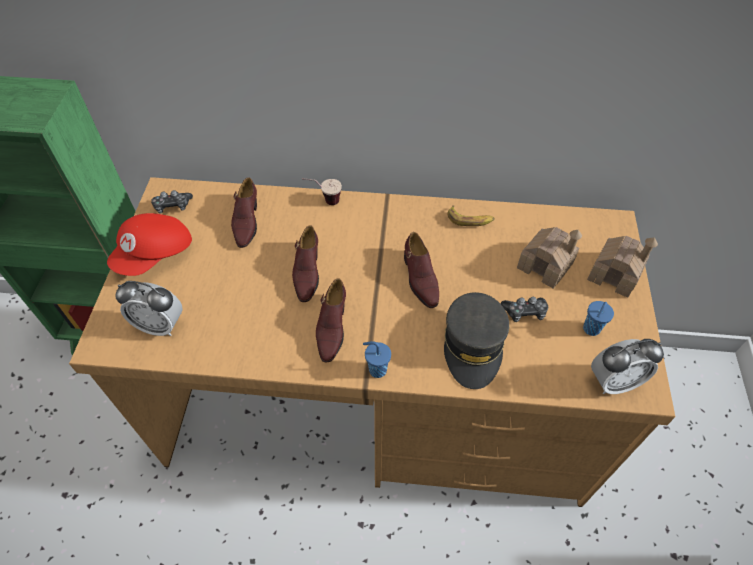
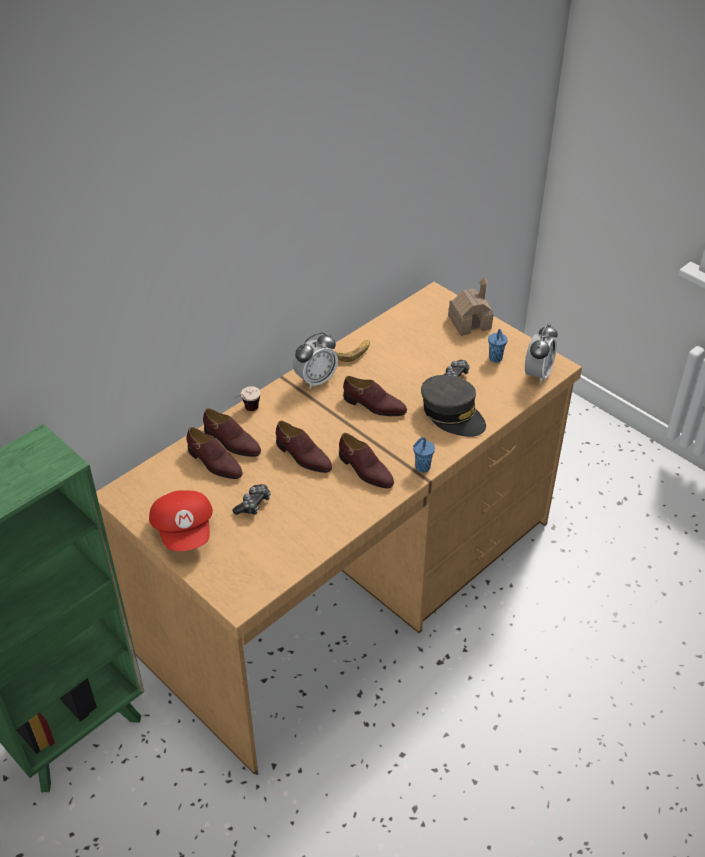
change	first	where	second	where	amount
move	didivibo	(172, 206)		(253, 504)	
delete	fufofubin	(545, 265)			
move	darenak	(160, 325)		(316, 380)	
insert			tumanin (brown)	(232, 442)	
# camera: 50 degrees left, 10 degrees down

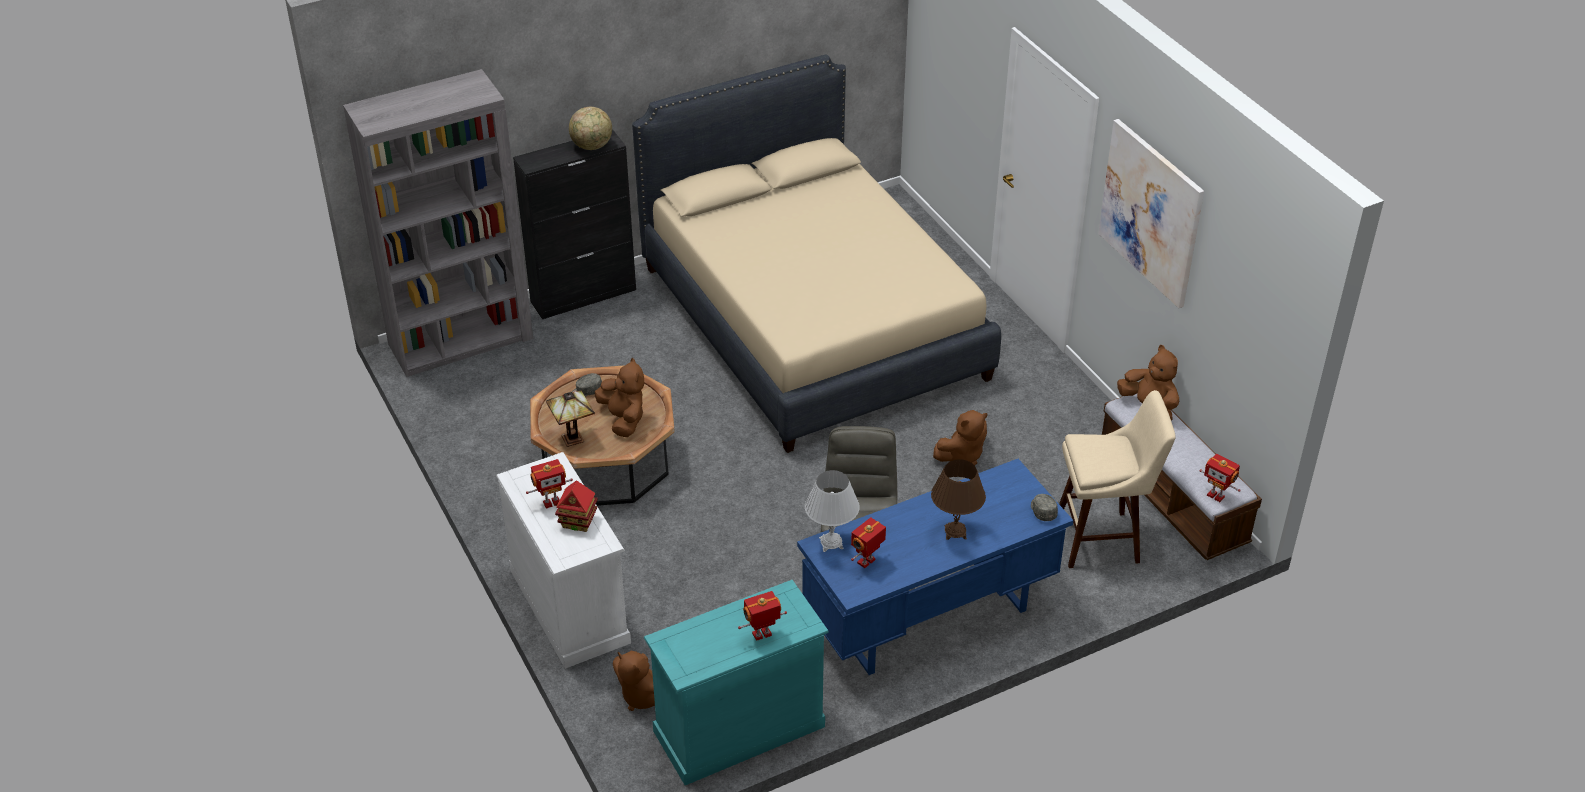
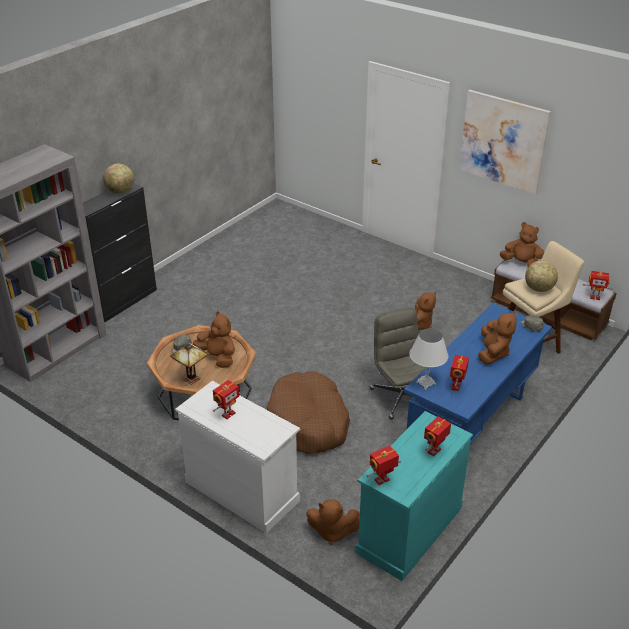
change	first	where	second	where	amount
delete	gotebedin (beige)	(813, 321)			
replace	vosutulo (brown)	(955, 532)	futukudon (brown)	(493, 353)	
delete	fufofubin	(578, 522)			
insert			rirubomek	(539, 289)	
insert			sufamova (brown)	(308, 422)	
insert			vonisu	(382, 480)	
# camera: 25 degrees left, 5 degrees down

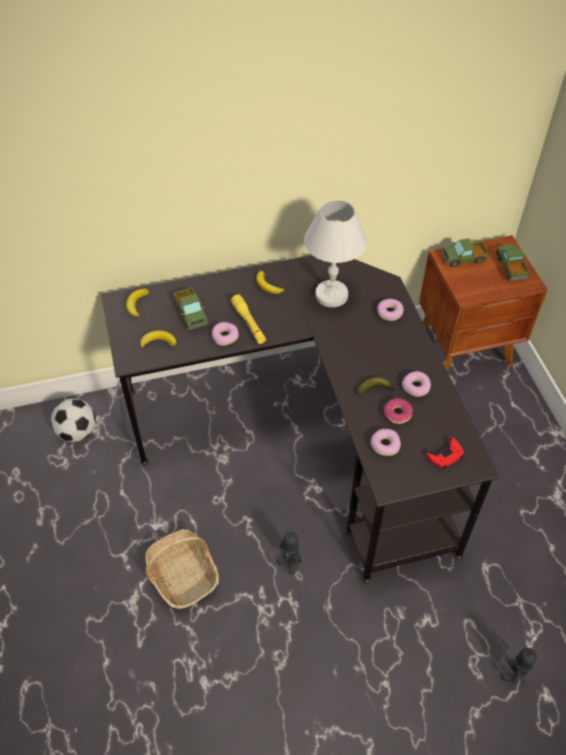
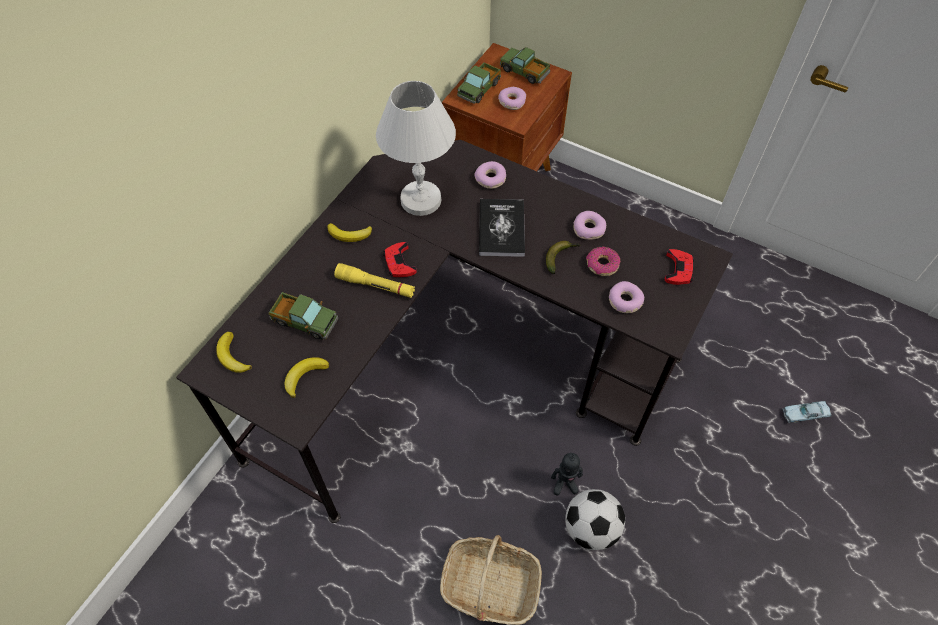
change	first	where	second	where	amount
move	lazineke	(225, 336)		(512, 102)	
move	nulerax	(77, 432)		(591, 528)	
replace	vonisu	(514, 674)	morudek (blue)	(805, 414)	
insert			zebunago	(501, 228)	
insert			didivibo (red)	(399, 263)	
# camera: 45 degrees left, 5 degrees up

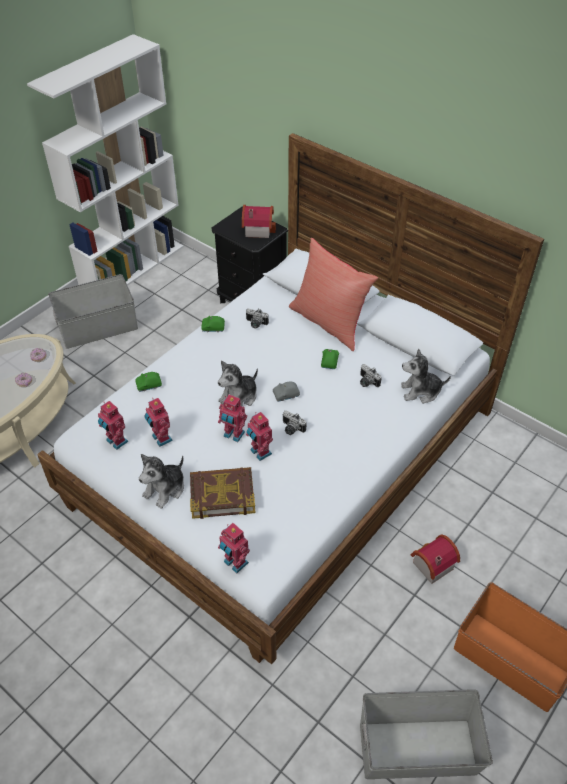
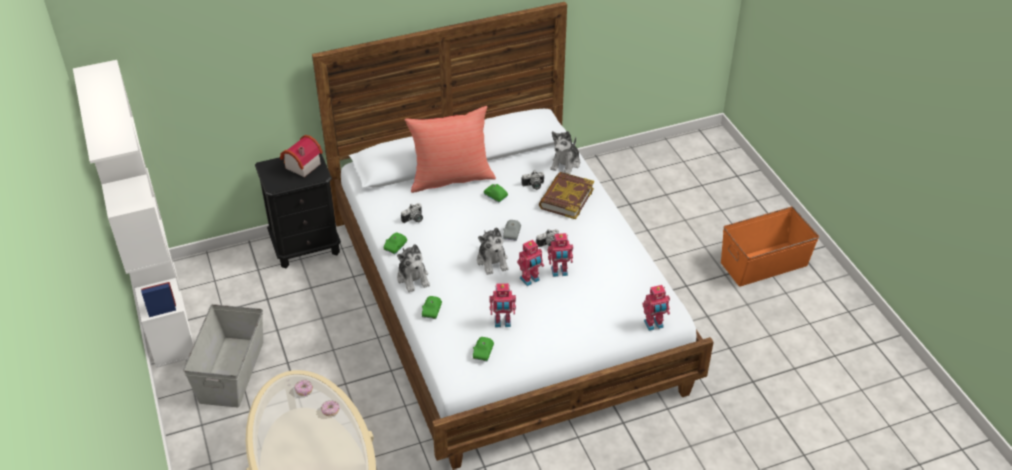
change	first	where	second	where	amount
replace	vonisu	(116, 442)	morudek (green)	(483, 352)	
move	futukudon	(165, 489)		(413, 278)	
move	zebunago	(222, 494)		(566, 198)	
delete	fufofubin	(430, 564)			
delete	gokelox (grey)	(418, 750)			
# camera: 60 degrees left, 5 degrees down

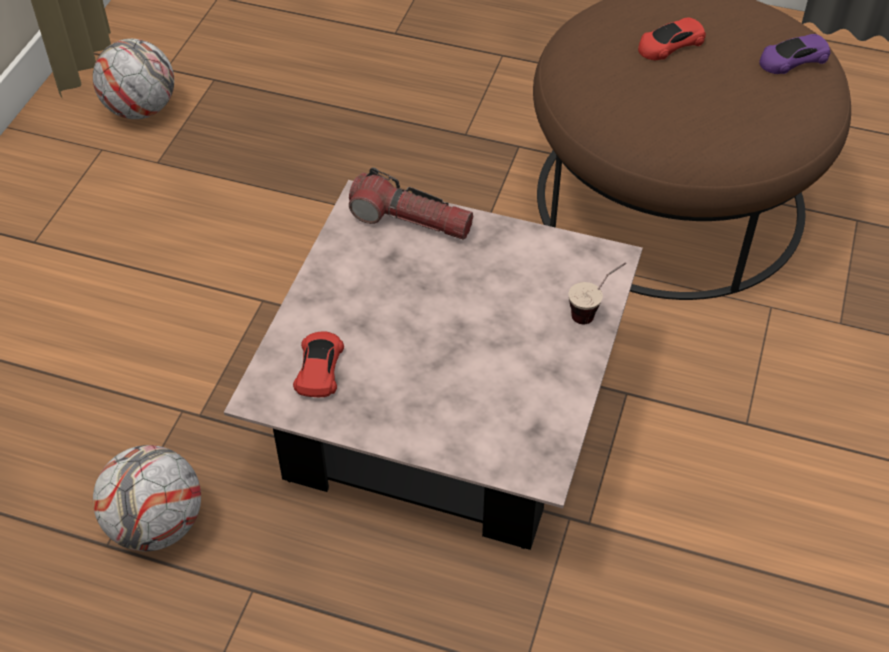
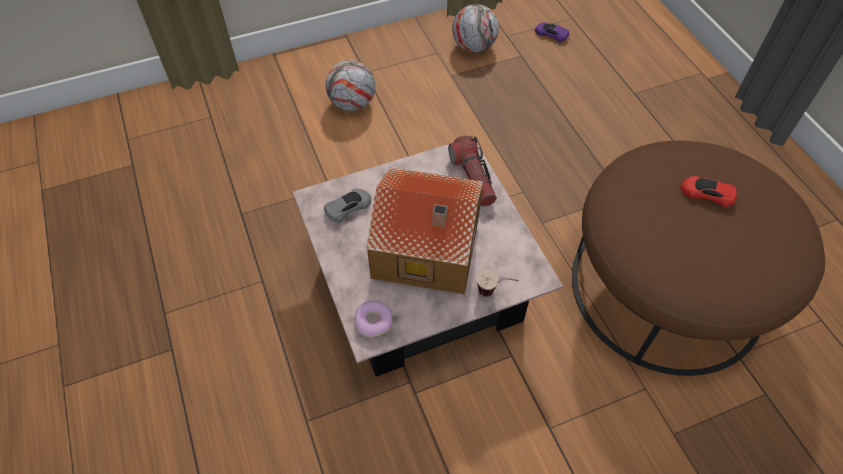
change	first	where	second	where	amount
move	morudek (purple)	(792, 59)		(551, 34)	
recolor	morudek (red)	(319, 367)	morudek (grey)	(348, 207)	
move	nulerax	(156, 525)		(352, 103)	
insert			fufofubin	(427, 249)	
insert			lazineke	(373, 321)	
# camera: 50 degrees right, 5 degrees up

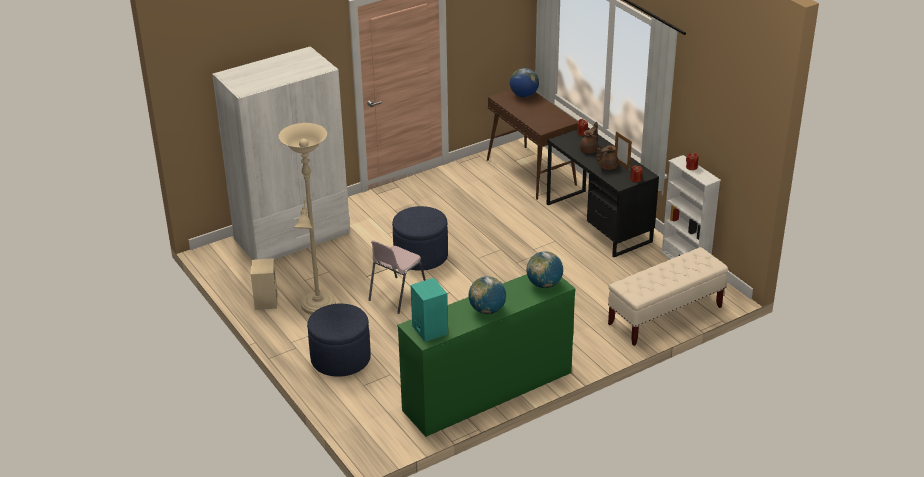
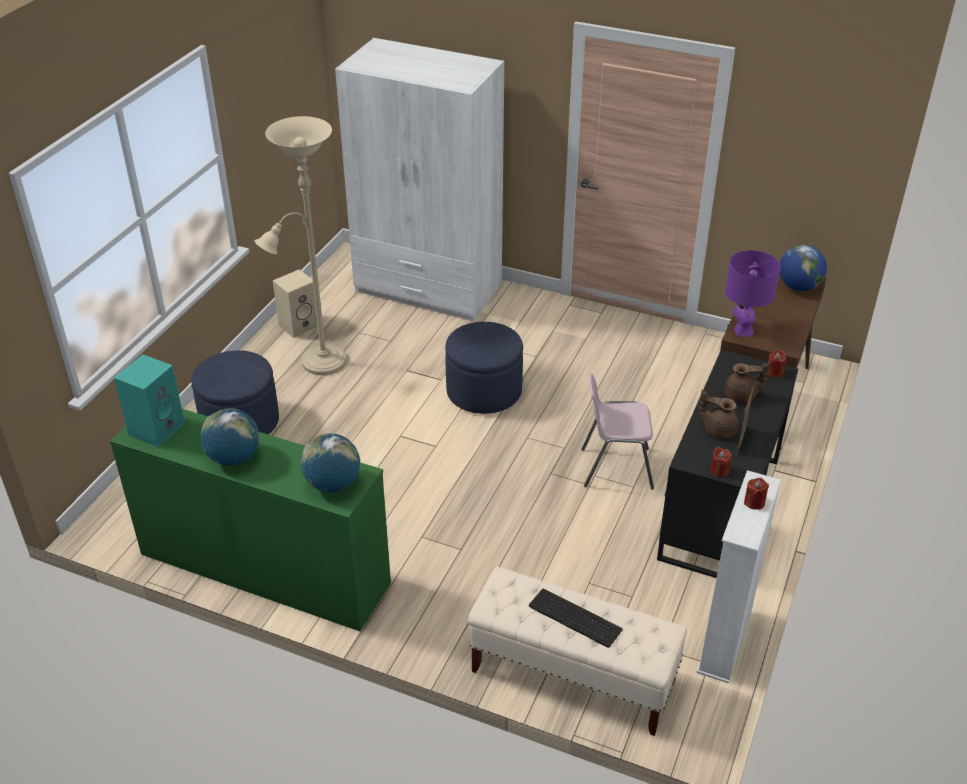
change	first	where	second	where	amount
move	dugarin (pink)	(397, 295)		(615, 468)	
insert			vosutulo (purple)	(743, 330)	
insert			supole	(573, 618)	
# camera: 55 degrees right, 5 degrees up

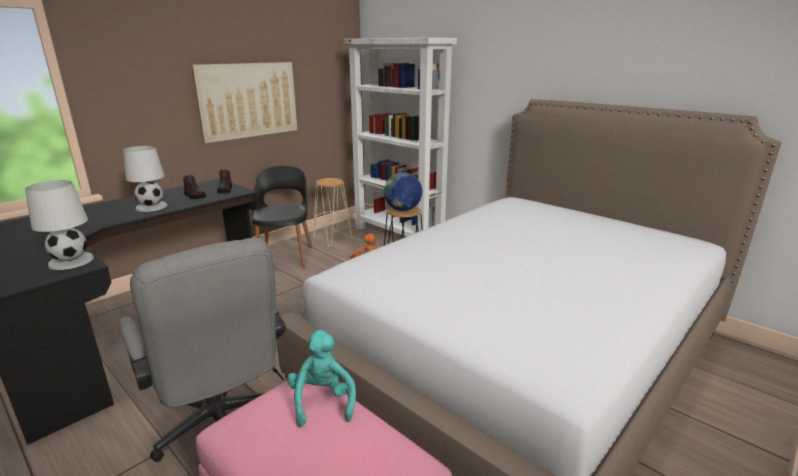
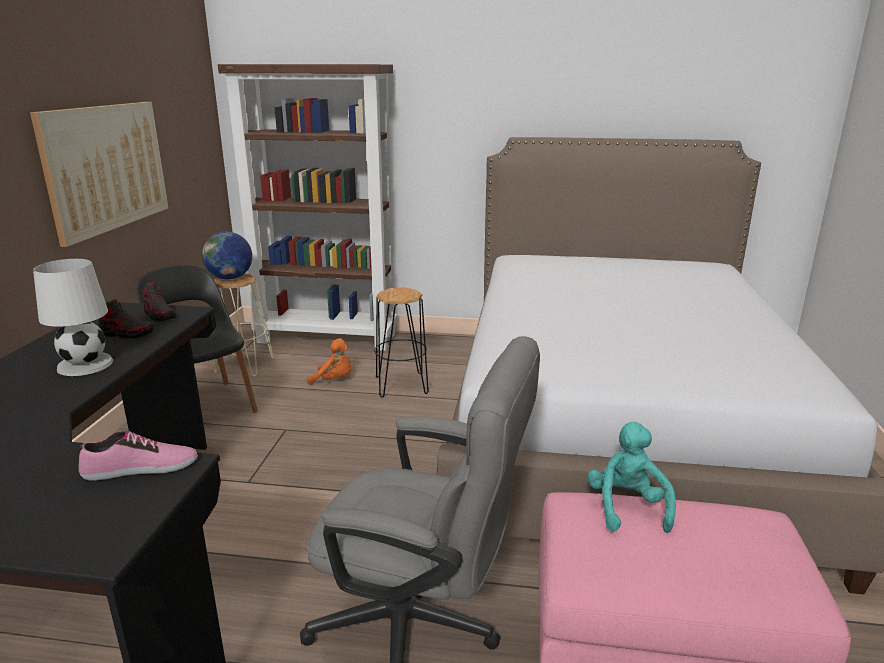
change	first	where	second	where	amount
recolor	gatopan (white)	(399, 235)	gatopan (brown)	(328, 337)	
move	rirubomek	(403, 209)		(230, 278)	
replace	vosutulo (white)	(71, 261)	tumanin	(140, 469)	
rotate	futukudon (turquoise)	(322, 401)		(627, 507)	45 degrees clockwise
# camera: 35 degrees left, 0 degrees up

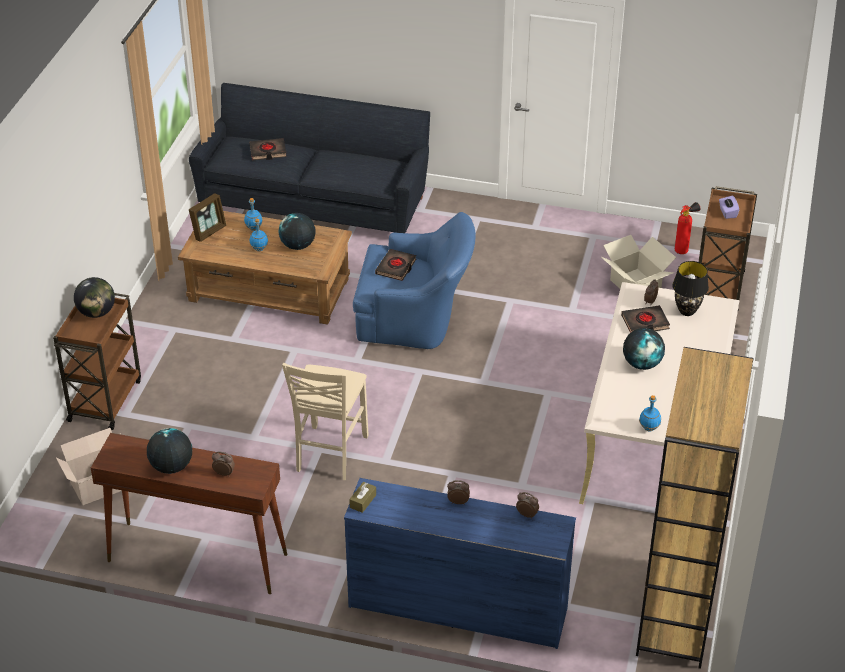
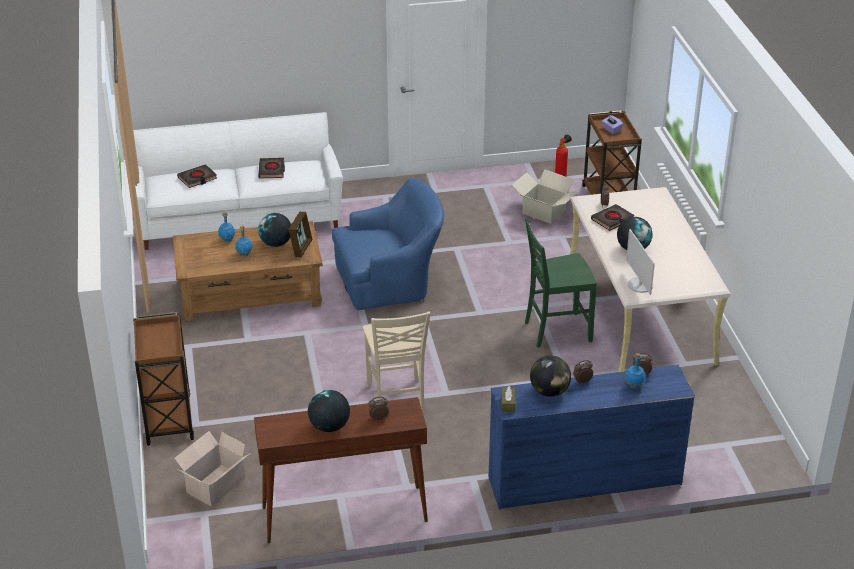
change	first	where	second	where	amount
recolor	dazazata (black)	(315, 201)	dazazata (white)	(239, 217)	
move	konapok	(209, 232)		(301, 248)	
move	zebunago (black)	(396, 267)		(271, 170)	
delete	vosutulo (black)	(687, 311)			
move	rirubomek	(96, 313)		(549, 391)	
delete	gatopan (brown)	(677, 614)			
move	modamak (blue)	(649, 428)		(634, 386)	
insert			dugarin (green)	(556, 331)	
insert			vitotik	(640, 285)	
# camera: 25 degrees left, 5 degrees down

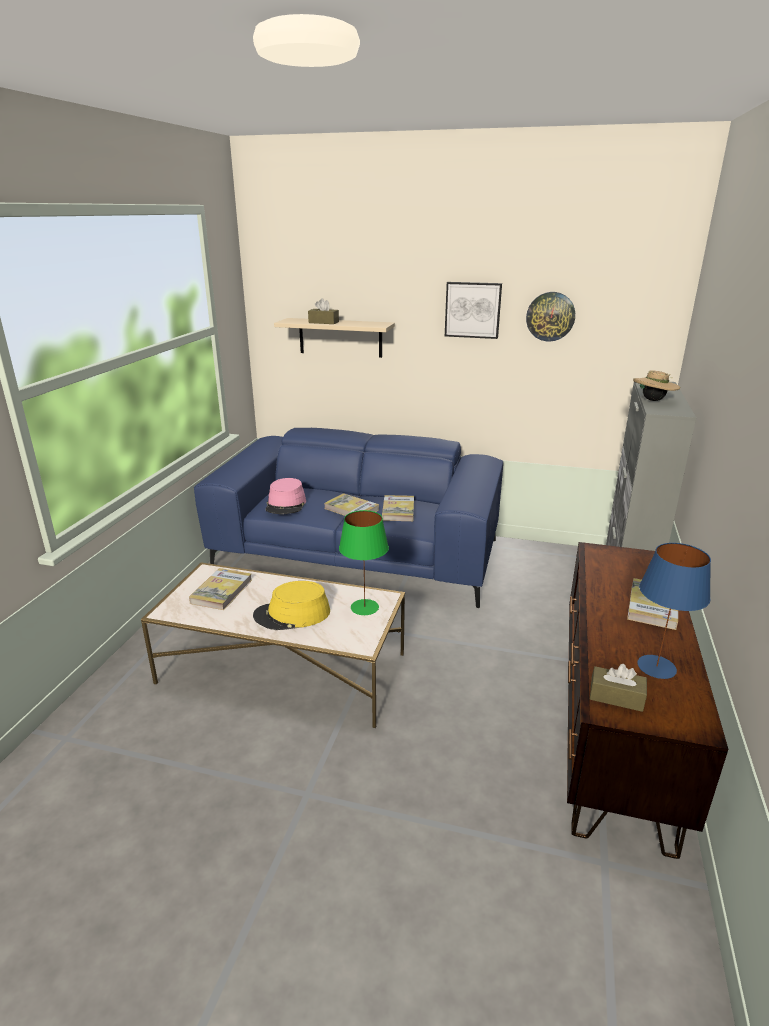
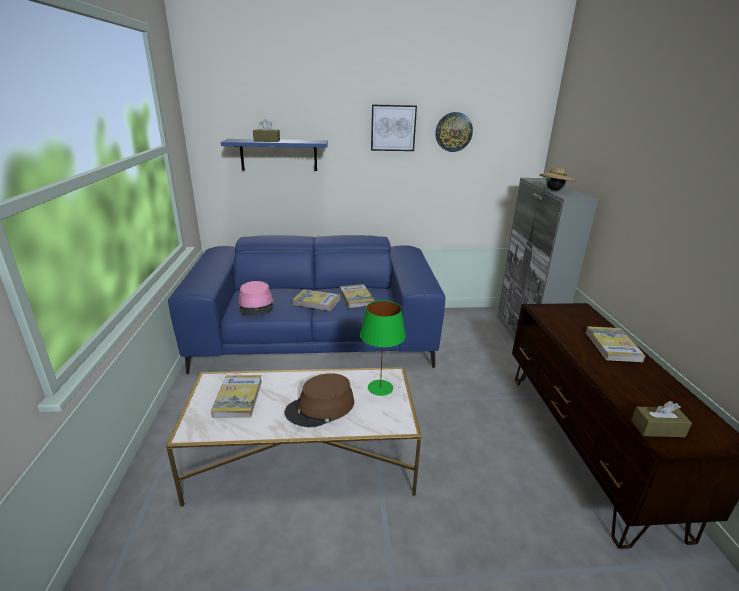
change	first	where	second	where	amount
recolor	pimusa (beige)	(340, 337)	pimusa (blue)	(278, 155)	
delete	vosutulo (blue)	(657, 667)			
recolor	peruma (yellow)	(292, 614)	peruma (brown)	(320, 408)	
# camera: 20 degrees left, 0 degrees up

